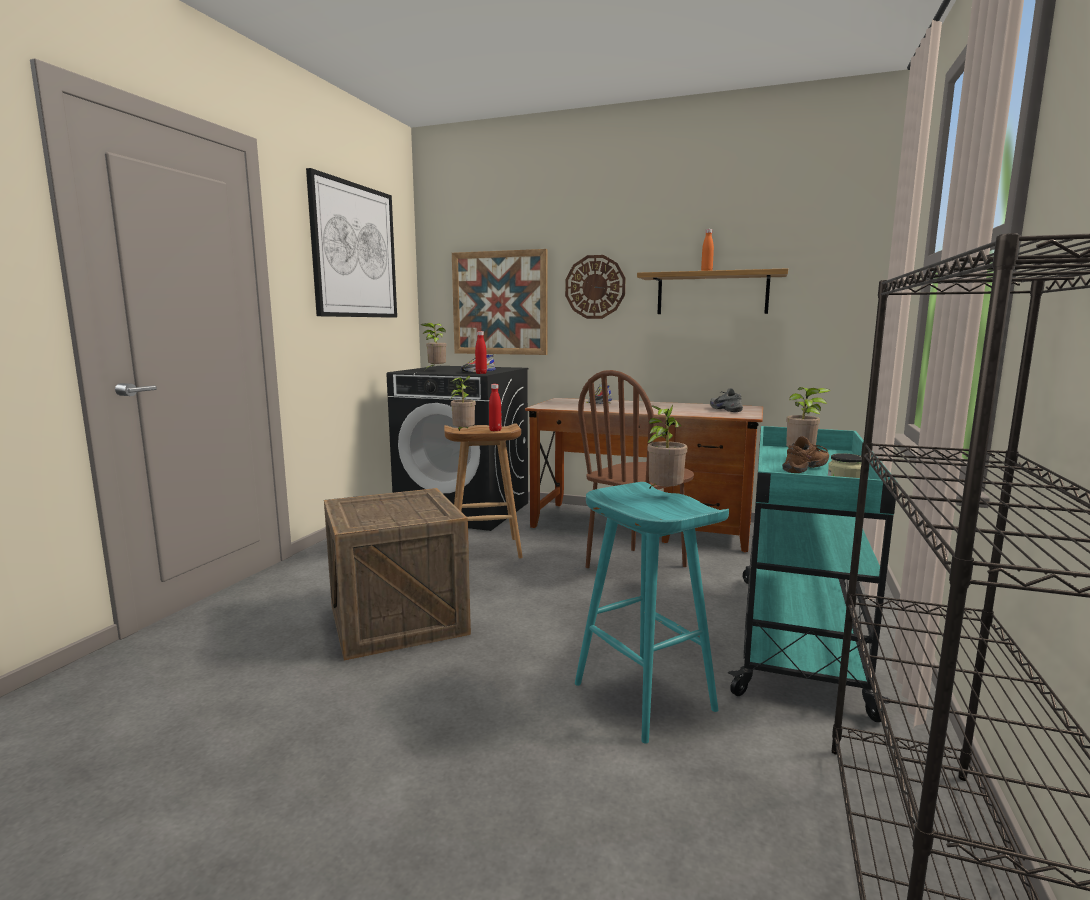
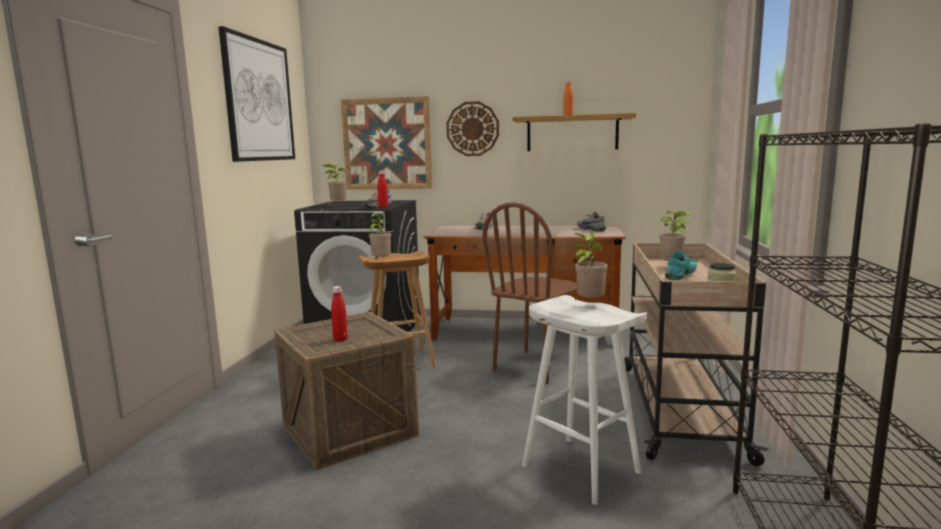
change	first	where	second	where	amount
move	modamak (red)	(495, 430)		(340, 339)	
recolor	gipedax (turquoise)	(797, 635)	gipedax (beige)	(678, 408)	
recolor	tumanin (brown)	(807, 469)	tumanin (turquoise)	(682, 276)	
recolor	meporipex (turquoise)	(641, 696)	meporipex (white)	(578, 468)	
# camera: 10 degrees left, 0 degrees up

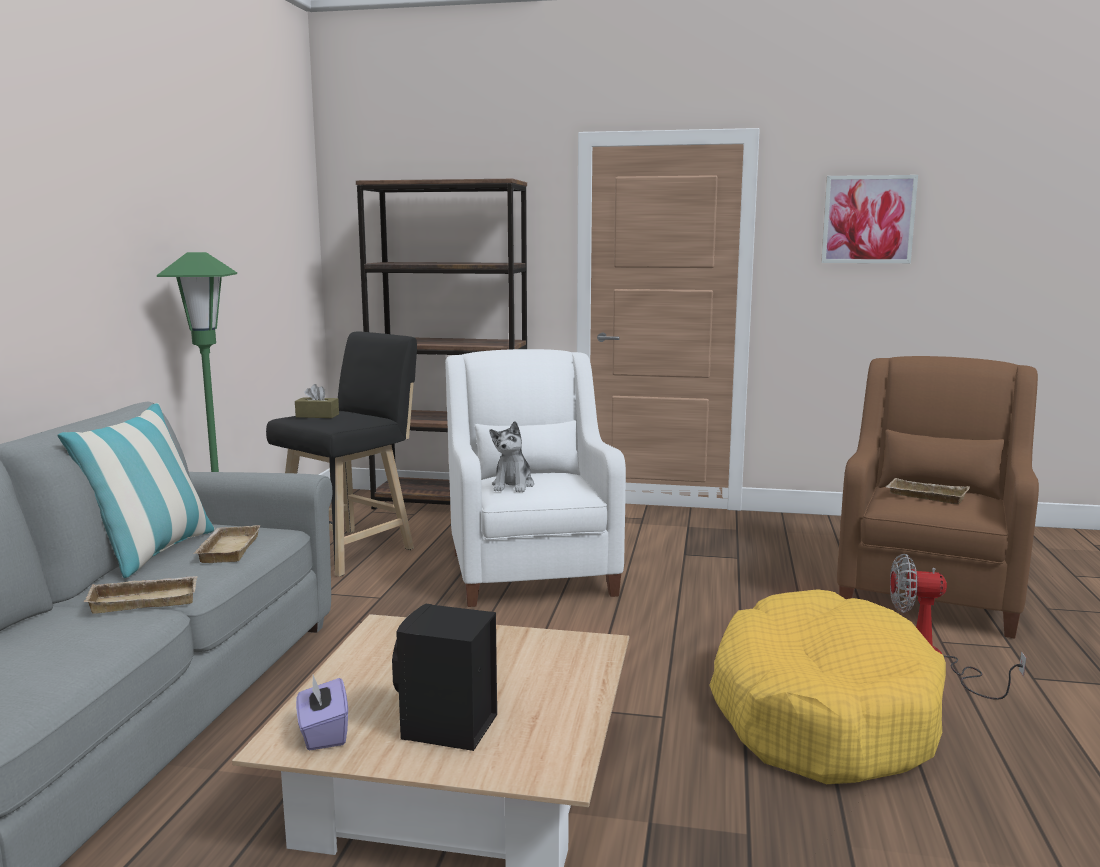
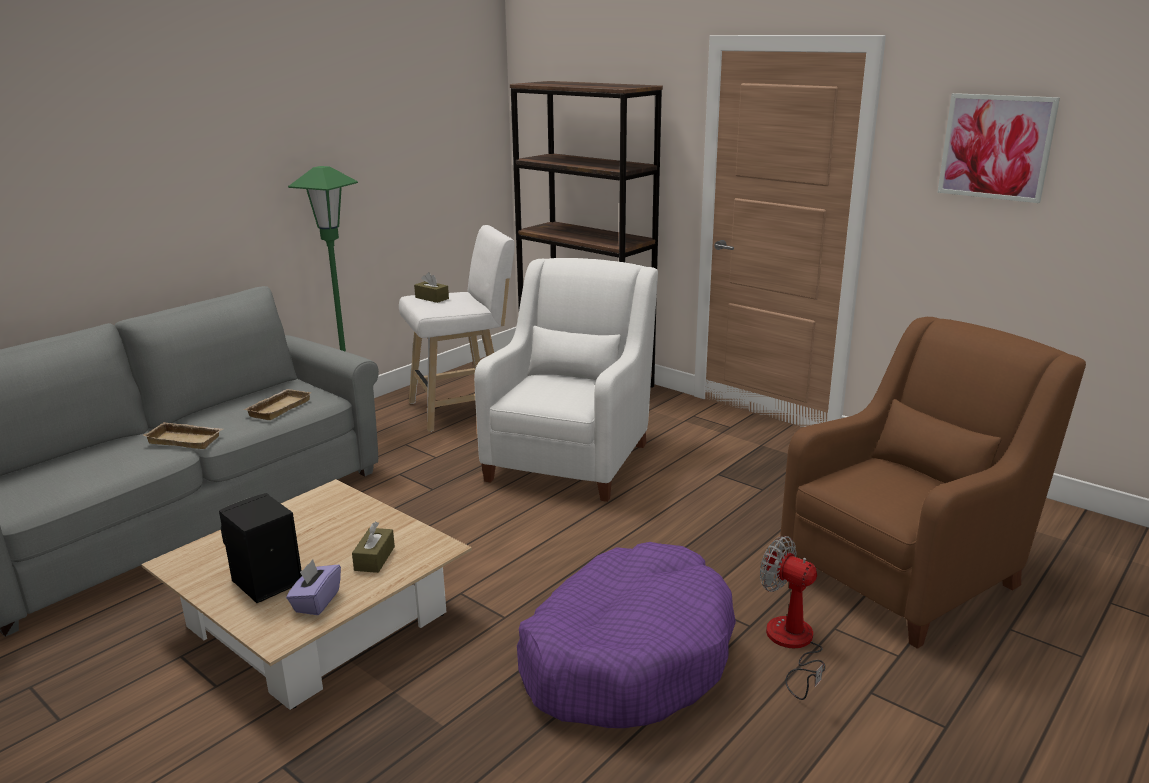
change	first	where	second	where	amount
recolor	meporipex (black)	(352, 550)	meporipex (white)	(463, 409)	
delete	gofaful	(152, 553)			
delete	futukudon	(513, 485)			
delete	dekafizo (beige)	(925, 496)			
recolor	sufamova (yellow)	(821, 713)	sufamova (purple)	(627, 656)	
move	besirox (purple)	(323, 733)		(316, 601)	
insert			besirox (brown)	(374, 558)	
# camera: 30 degrees right, 10 degrees up

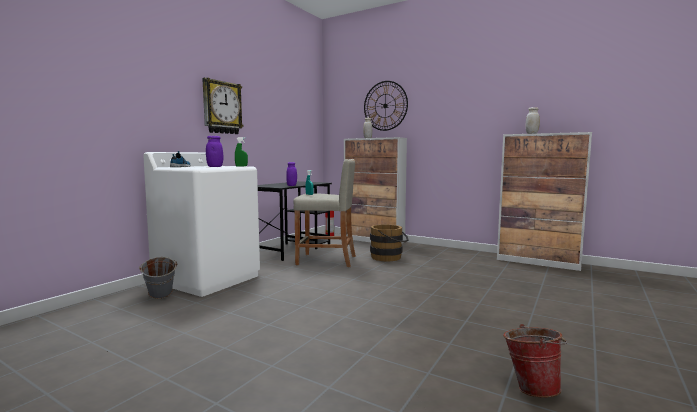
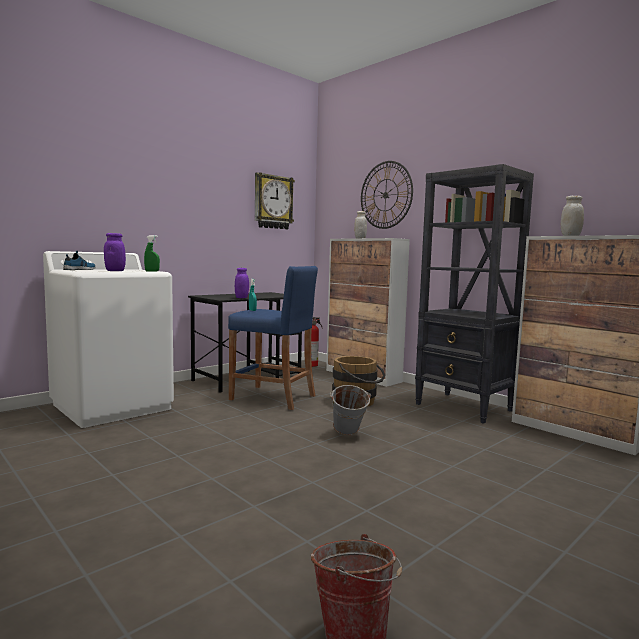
change	first	where	second	where	amount
move	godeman	(222, 107)		(273, 202)	
recolor	meporipex (beige)	(326, 260)	meporipex (blue)	(273, 398)	
move	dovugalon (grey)	(160, 298)		(348, 434)	
insert			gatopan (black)	(464, 407)	
# camera: 15 degrees right, 0 degrees up

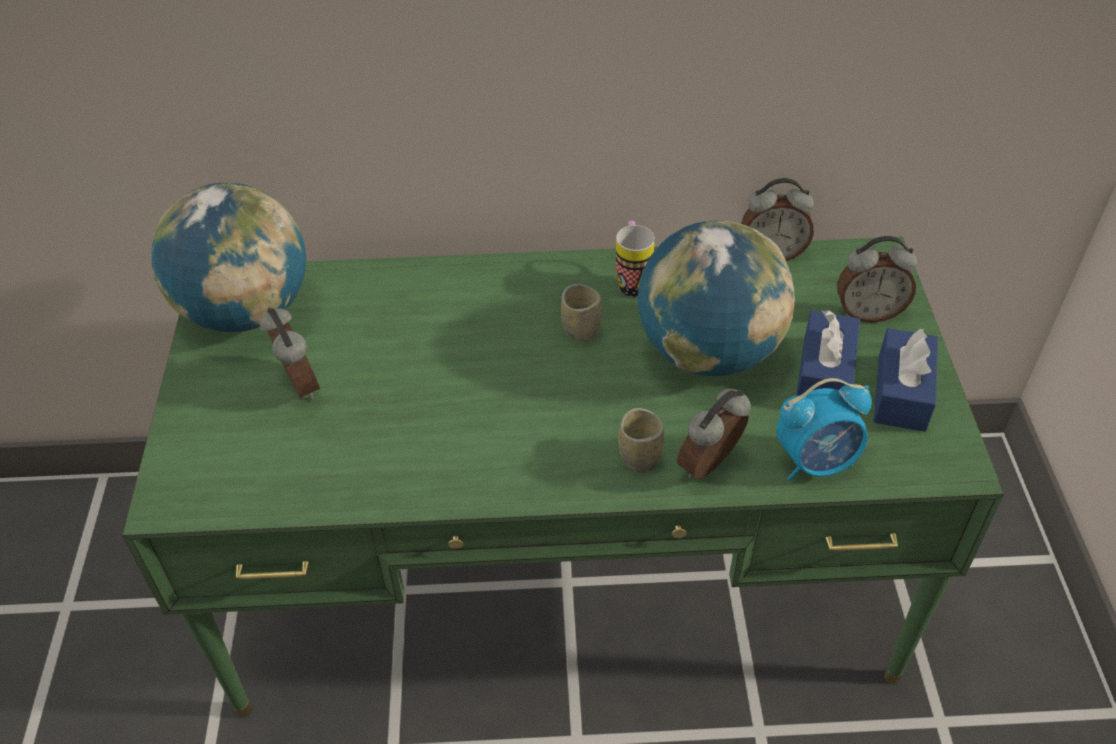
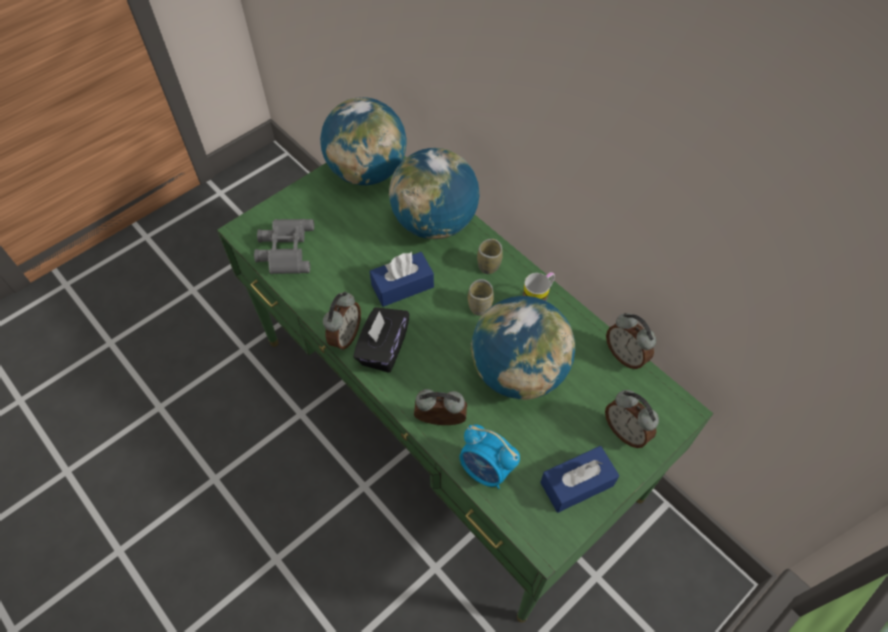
change	first	where	second	where	amount
move	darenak	(297, 386)		(344, 336)	
move	besirox (blue)	(824, 374)		(402, 286)	
move	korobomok	(639, 458)		(488, 265)	
insert			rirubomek	(434, 223)	
insert			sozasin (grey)	(285, 249)	
insert			besirox (black)	(383, 349)	
# camera: 50 degrees right, 10 degrees up

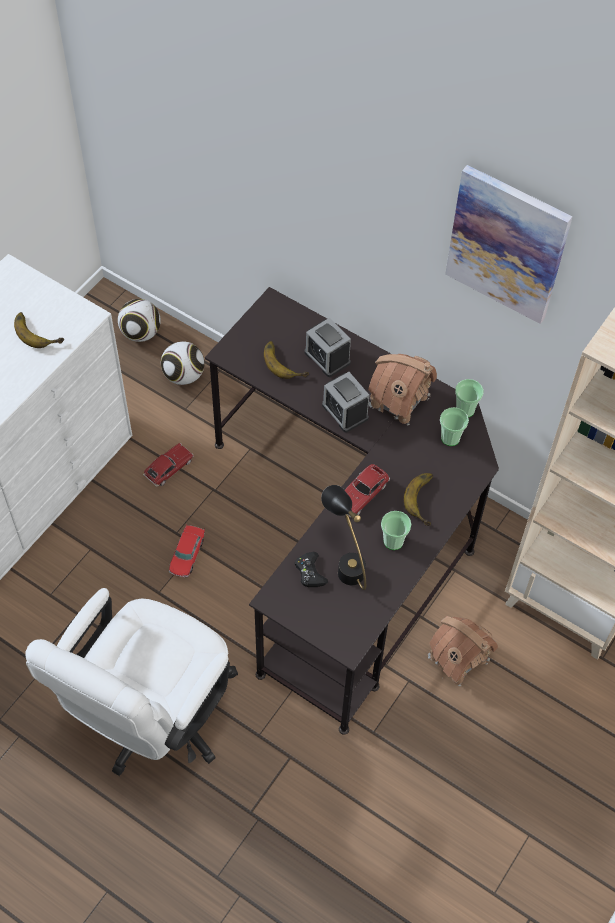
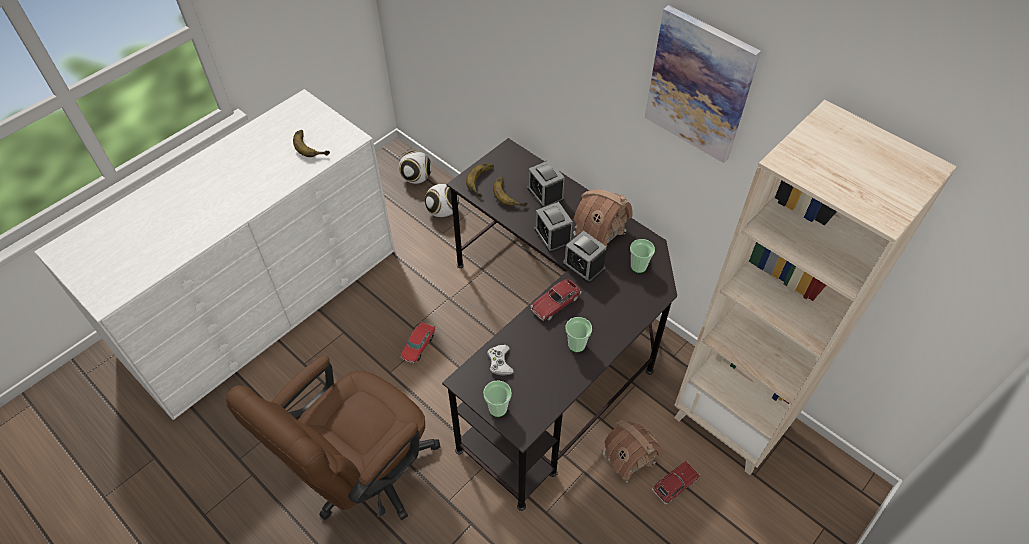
change	first	where	second	where	amount
move	korobomok	(465, 410)		(498, 408)	
move	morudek	(169, 468)		(675, 485)	
move	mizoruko	(426, 500)		(484, 181)	
delete	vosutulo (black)	(345, 562)			
recolor	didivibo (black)	(310, 572)	didivibo (white)	(500, 362)	
recolor	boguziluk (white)	(152, 719)	boguziluk (brown)	(362, 475)	
insert			darenak	(583, 266)	
# camera: 10 degrees right, 5 degrees down

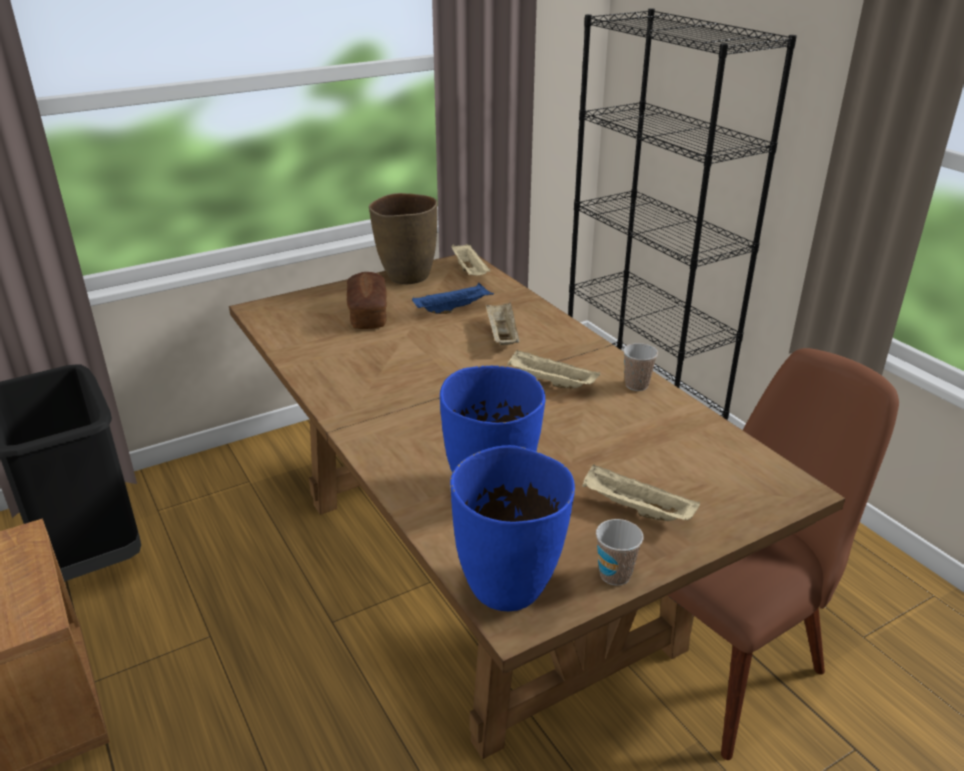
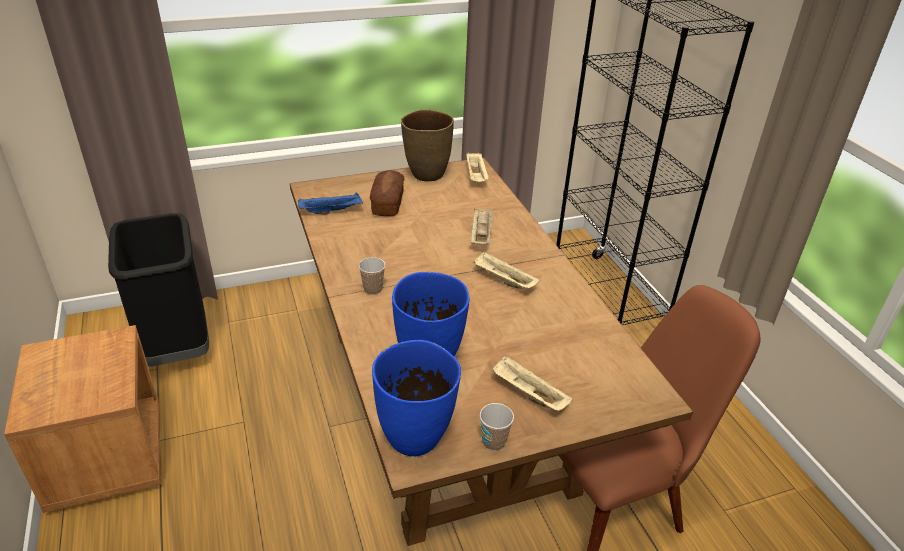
change	first	where	second	where	amount
move	dekafizo (blue)	(453, 309)		(332, 211)	
move	korobomok	(636, 385)		(373, 289)	
# camera: 10 degrees right, 5 degrees up

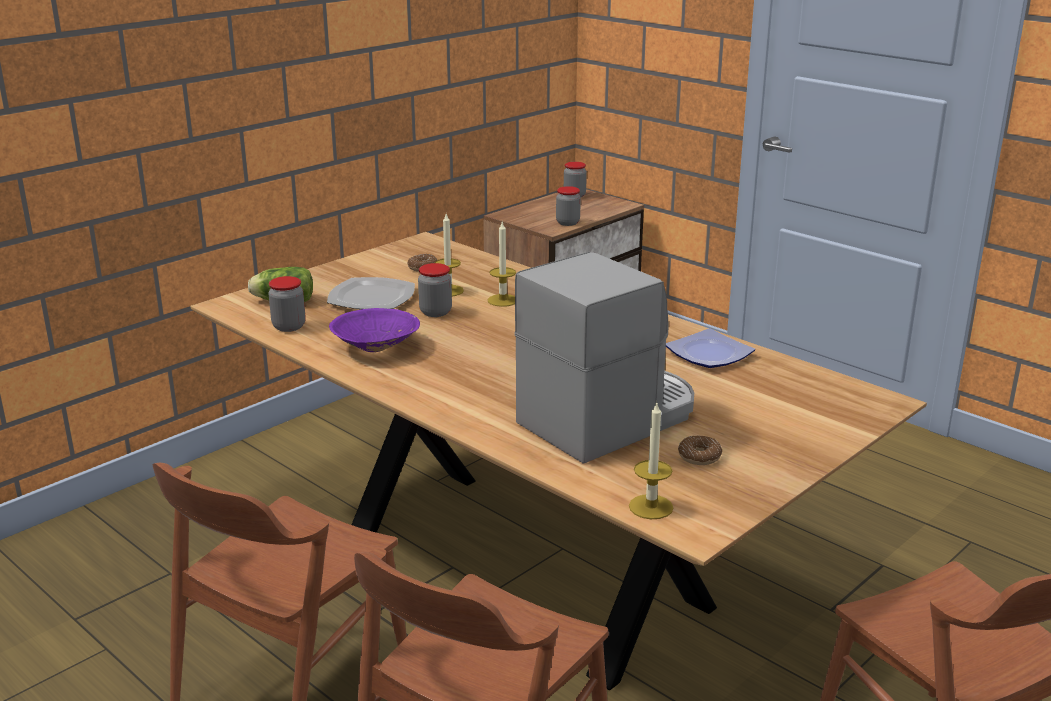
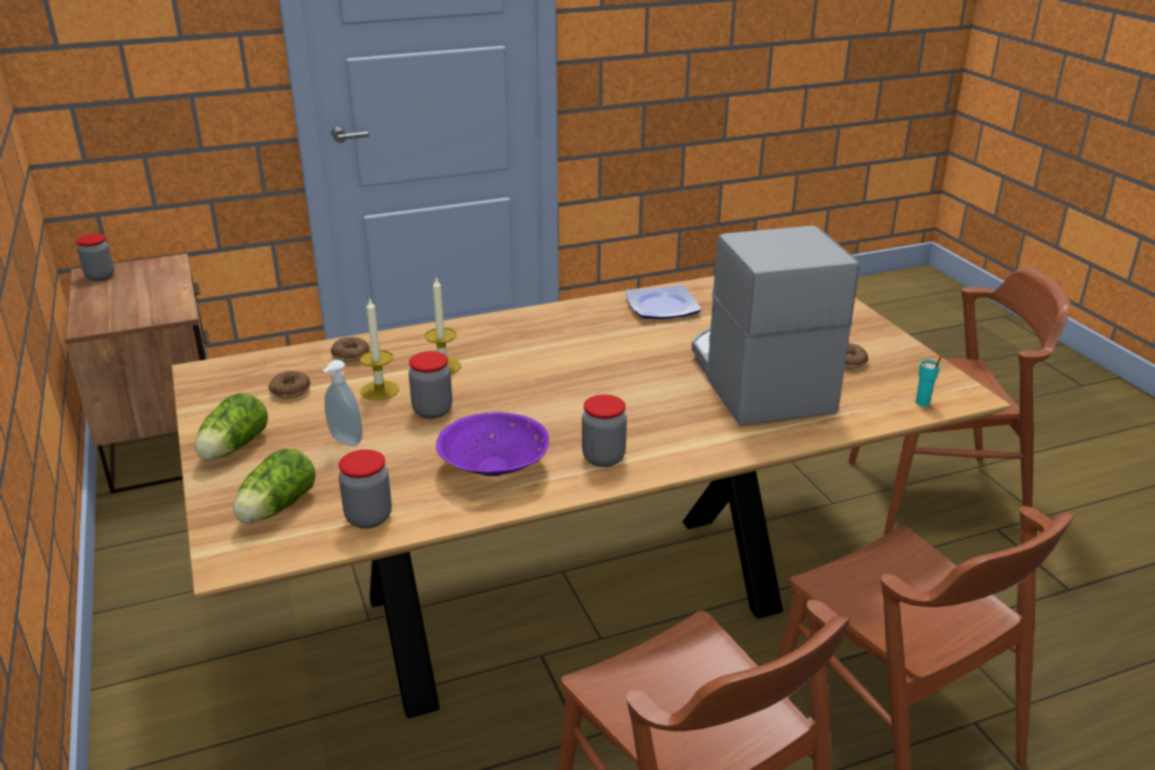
change	first	where	second	where	amount
move	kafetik	(567, 223)		(603, 458)	
replace	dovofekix	(372, 298)	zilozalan	(344, 441)	
replace	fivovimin	(651, 507)	korobomok (turquoise)	(922, 403)	
insert			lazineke	(350, 355)	
insert			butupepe	(232, 448)	
# camera: 65 degrees left, 5 degrees up

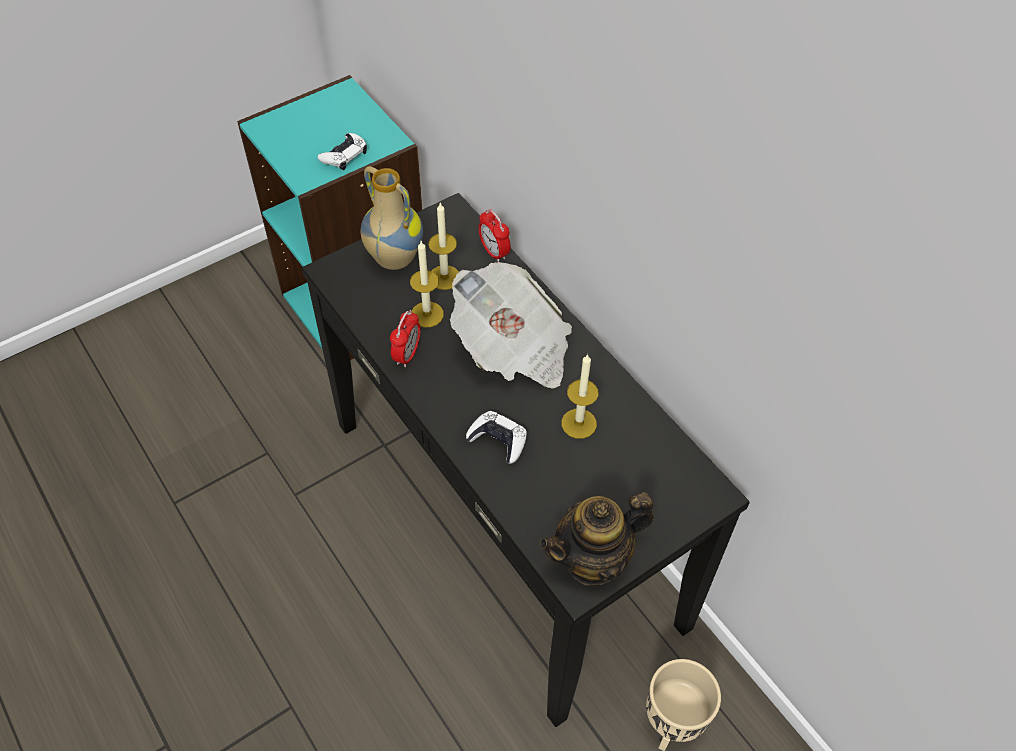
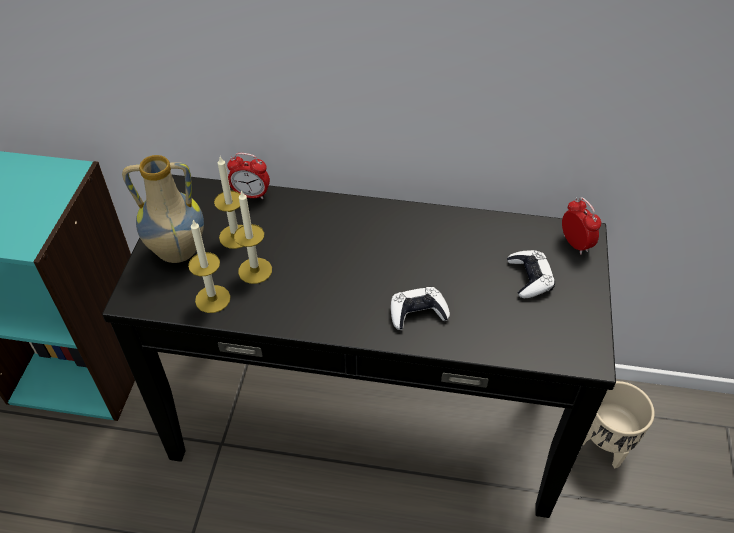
change	first	where	second	where	amount
move	didivibo (white)	(344, 155)		(530, 277)	
delete	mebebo	(513, 348)			
move	darenak	(407, 355)		(575, 243)	
move	fivovimin	(579, 423)		(212, 299)	
delete	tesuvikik	(593, 560)			
# camera: 45 degrees left, 5 degrees down

